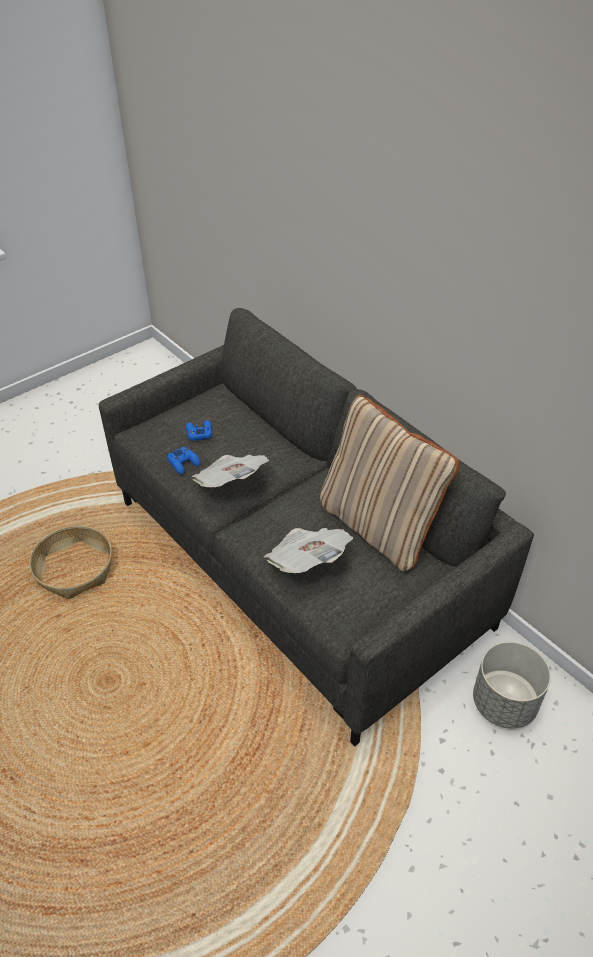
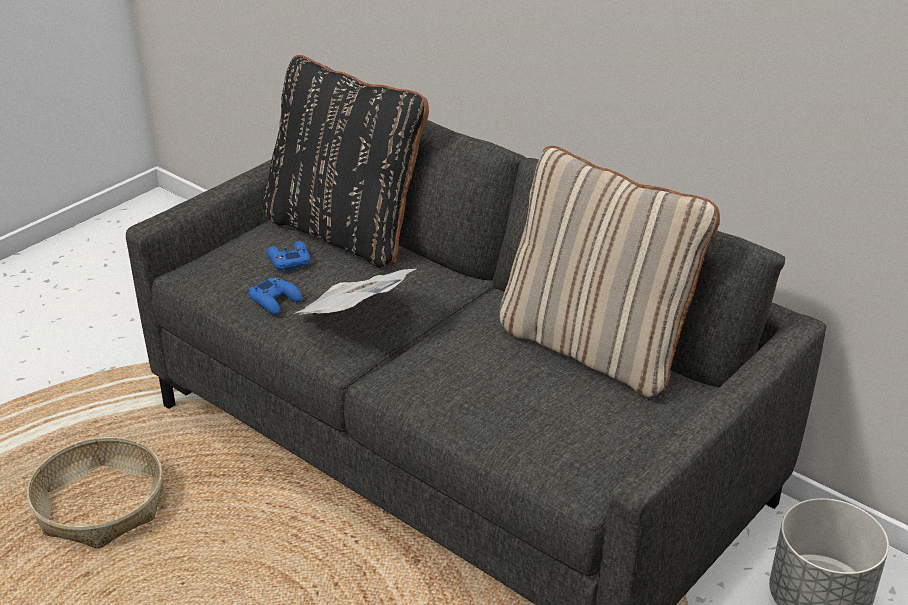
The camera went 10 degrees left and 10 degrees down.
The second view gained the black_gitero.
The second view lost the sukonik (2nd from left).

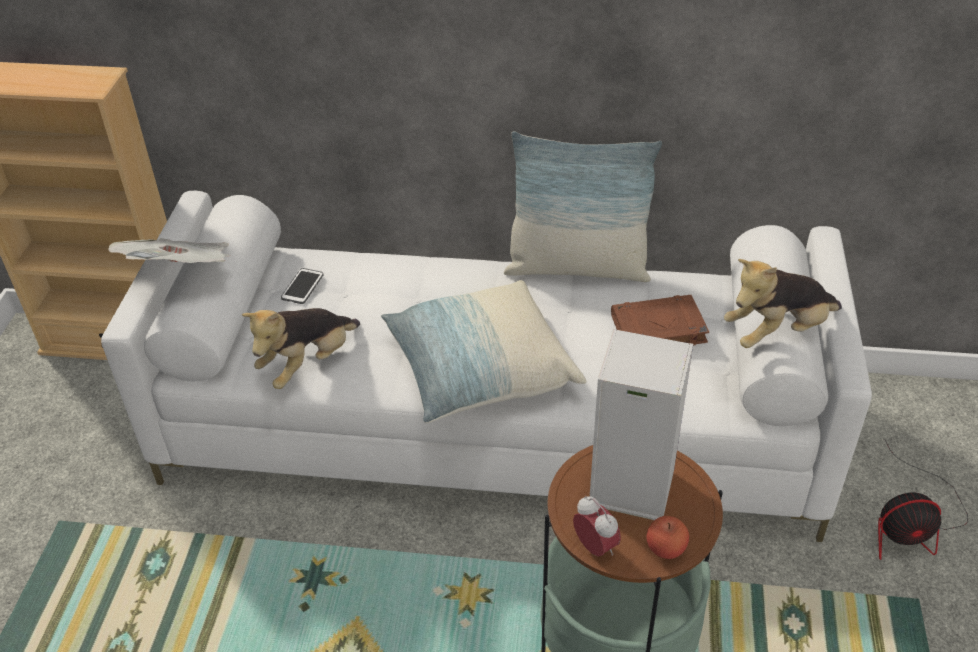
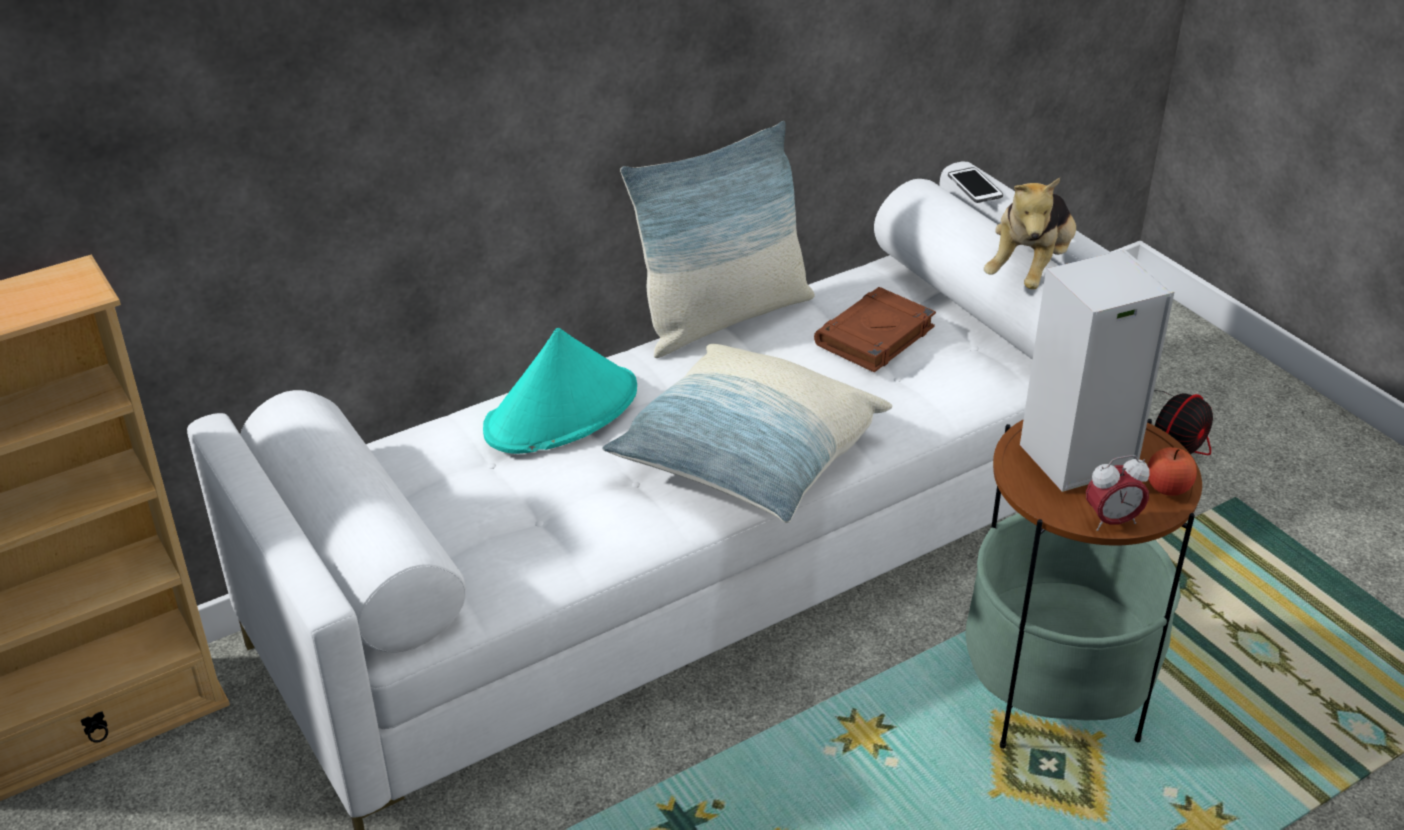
The camera went 40 degrees left and 5 degrees down.
The second view gained the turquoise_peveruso.
The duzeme ended up elsewhere.
The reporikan ended up facing another way, 150 degrees clockwise from before.
The second view lost the sukonik.
The second view lost the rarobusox (1st from left).

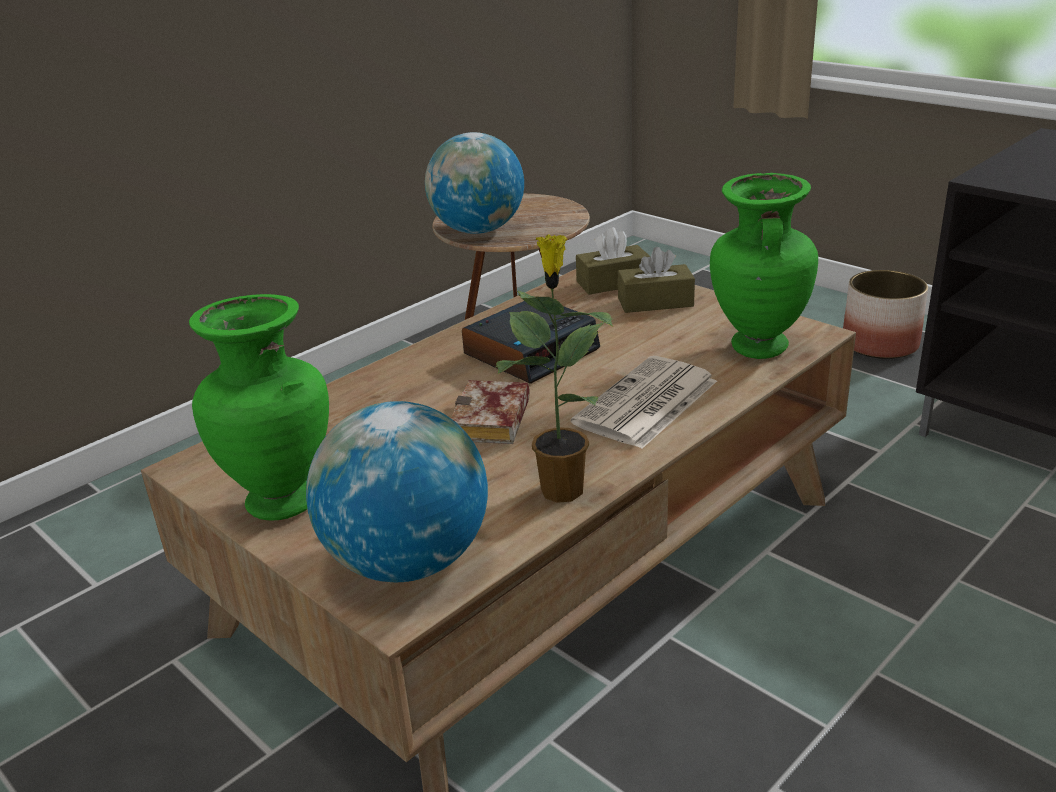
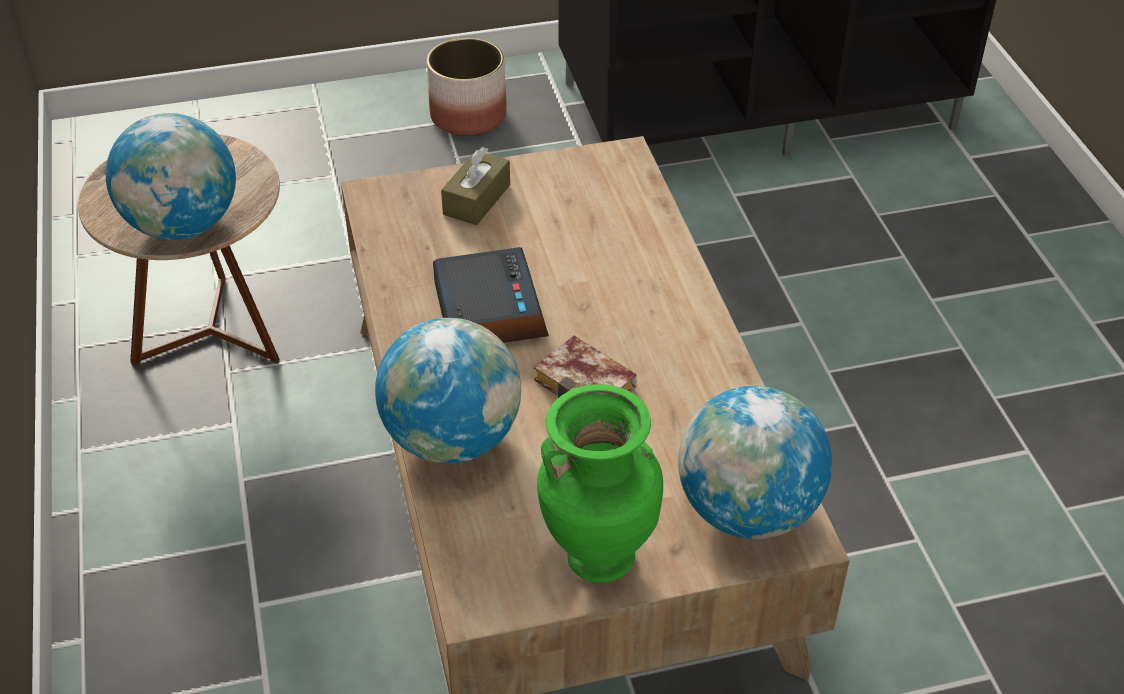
The camera went 60 degrees left and 15 degrees up.
The second view gained the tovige (2nd from left).
The second view lost the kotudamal.
The second view lost the sukonik.
The second view lost the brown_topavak (1st from left).
The second view lost the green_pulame (2nd from left).

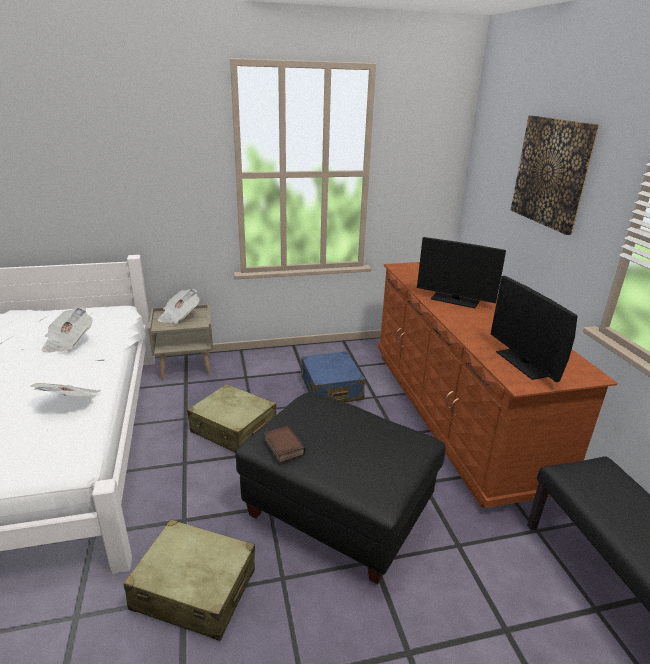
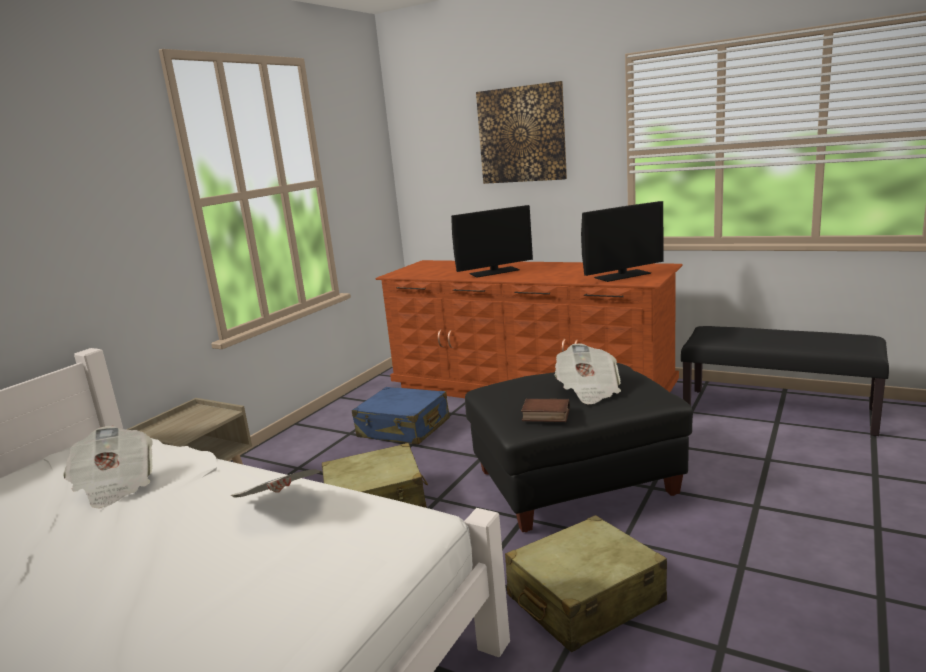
The camera went 45 degrees left and 10 degrees down.
The sukonik (3rd from left) ended up elsewhere.
The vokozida (2nd from left) ended up facing another way, 45 degrees counterclockwise from before.

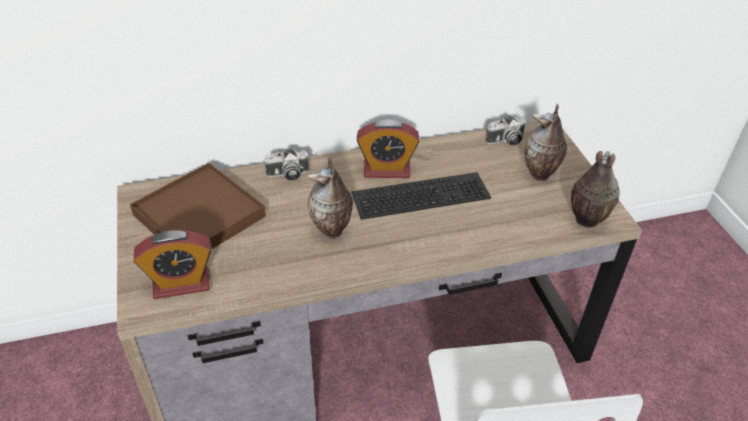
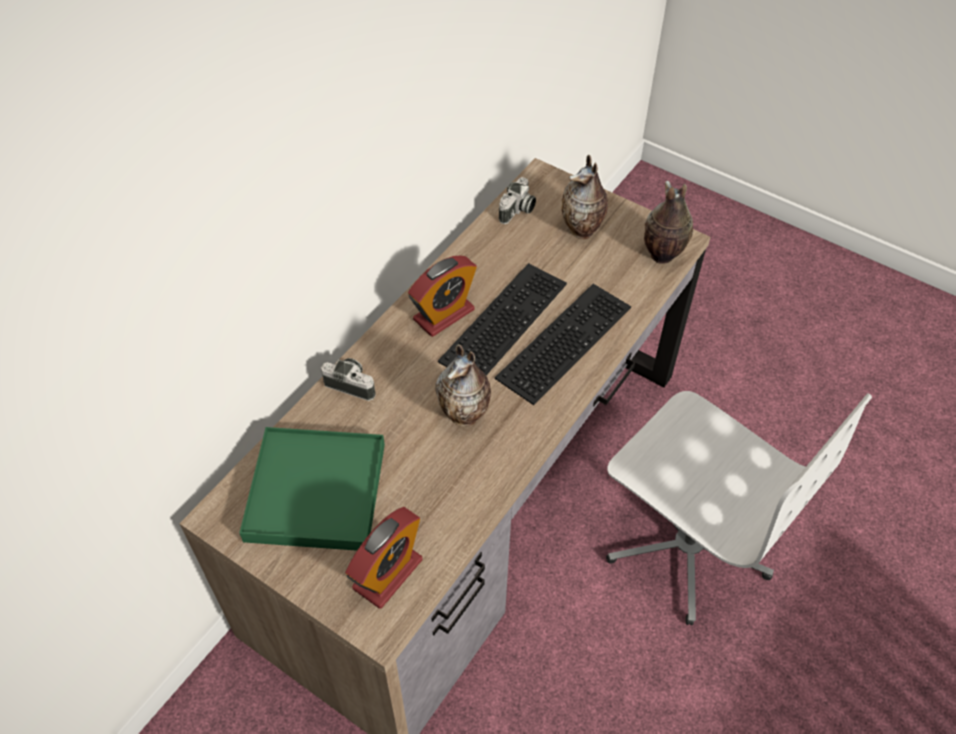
The camera went 40 degrees left and 10 degrees up.
What was the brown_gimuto turned into the green_gimuto.
The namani (1st from left) ended up facing another way, 105 degrees counterclockwise from before.
The second view gained the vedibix (2nd from left).

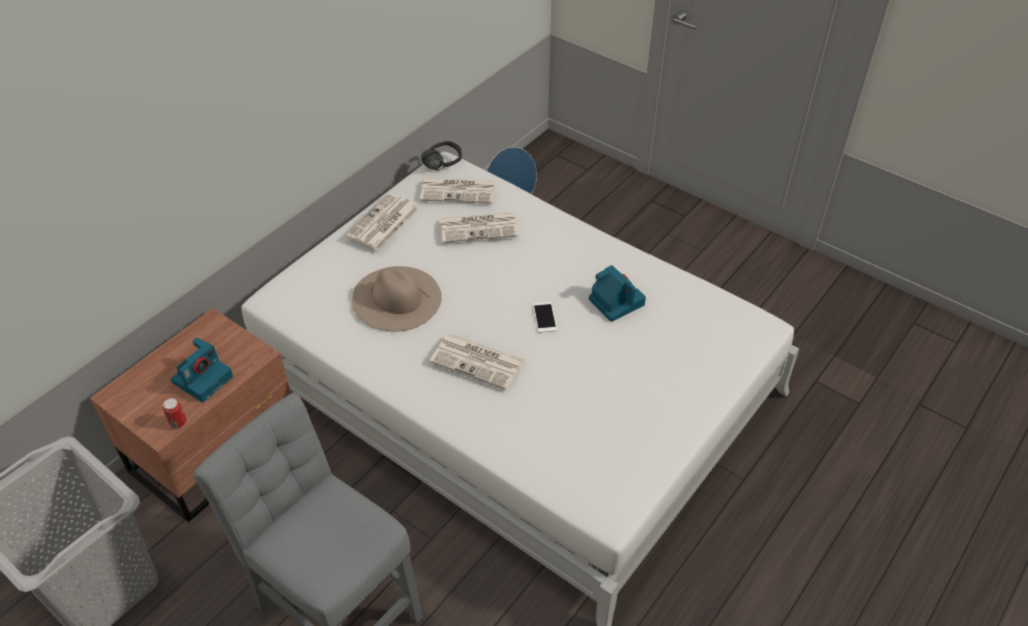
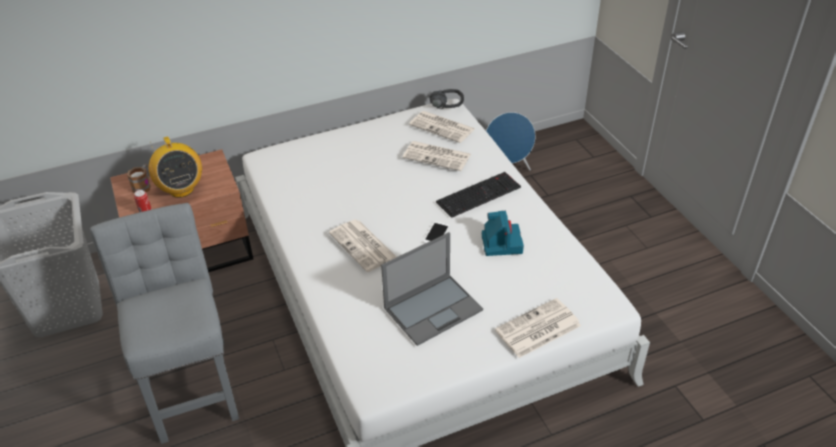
The camera went 30 degrees right and 5 degrees down.
The second view gained the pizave.
Where the namani (1st from left) stood, the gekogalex came to stand.
The second view gained the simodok.
The second view gained the vedibix.
The sukonik (1st from left in the first image) ended up elsewhere.
The second view lost the beige_peveruso.

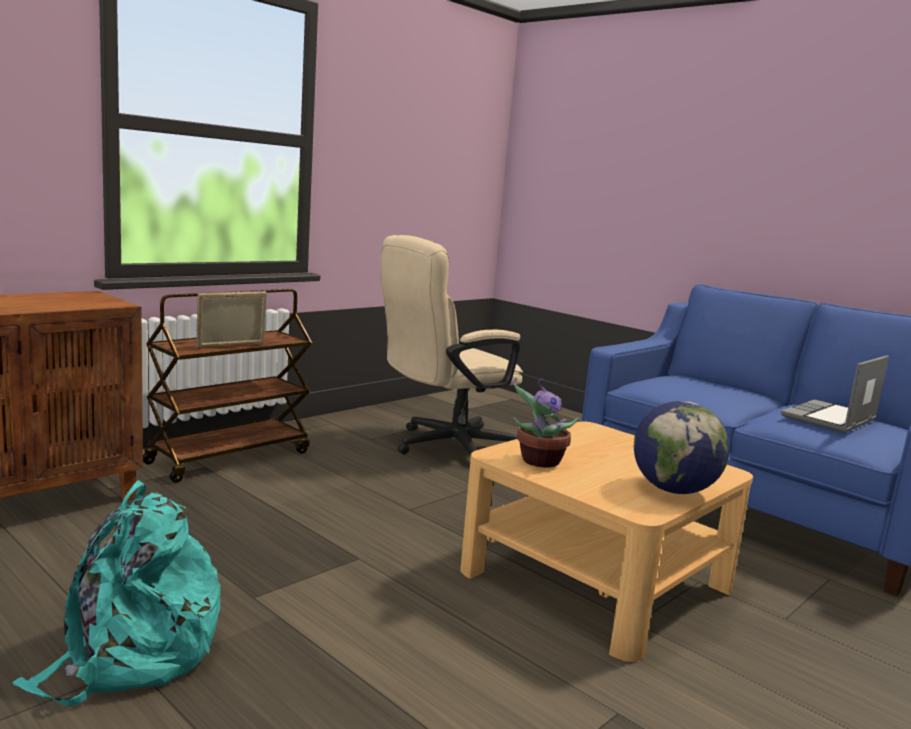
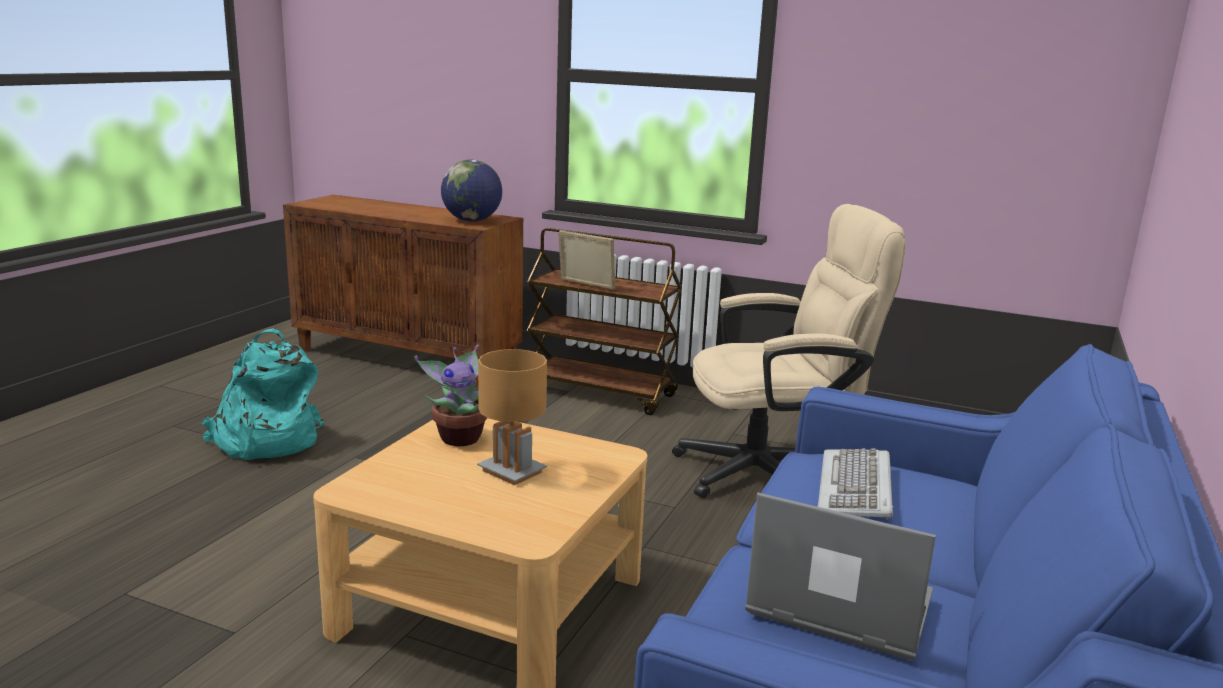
The camera went 70 degrees right and 5 degrees up.
The tovige ended up elsewhere.
The second view gained the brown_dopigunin.
The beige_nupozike ended up facing another way, 135 degrees clockwise from before.
The second view gained the vedibix.

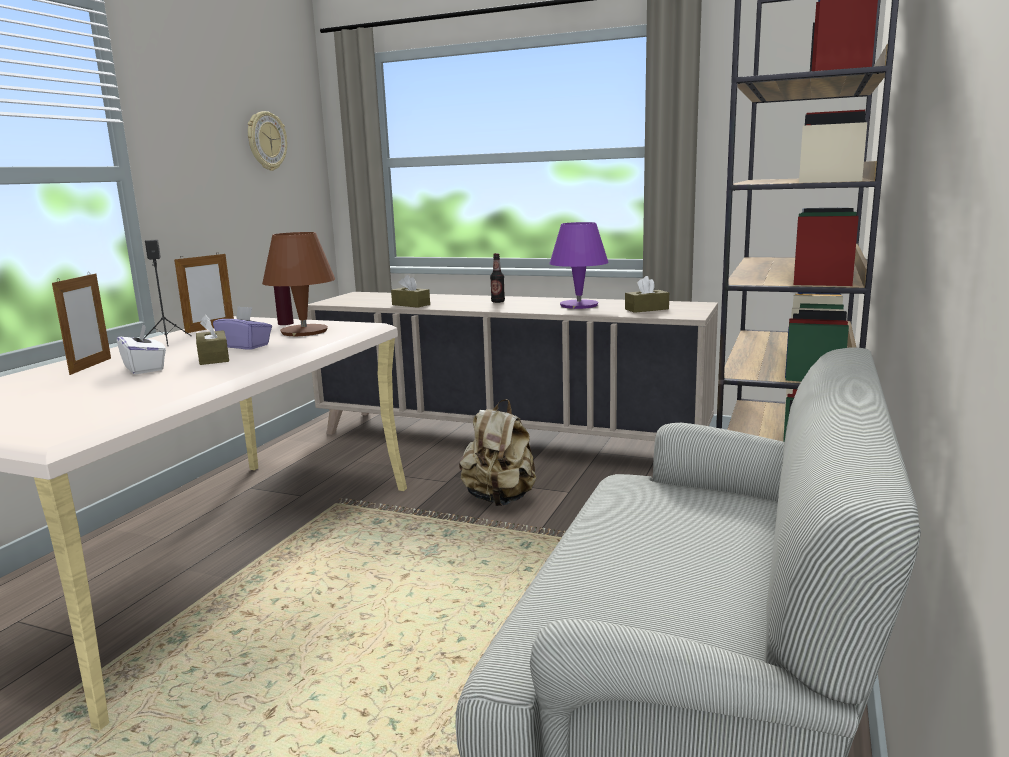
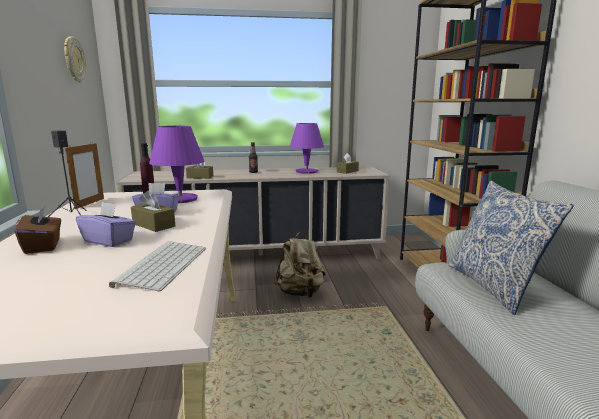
The camera went 30 degrees left and 0 degrees up.
Where the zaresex (1st from left) stood, the brown_topavak (1st from left) came to stand.
What was the white_topavak turned into the purple_topavak (1st from left).
The second view gained the vedibix.
What was the brown_dopigunin turned into the purple_dopigunin (1st from left).
The second view gained the gitero.

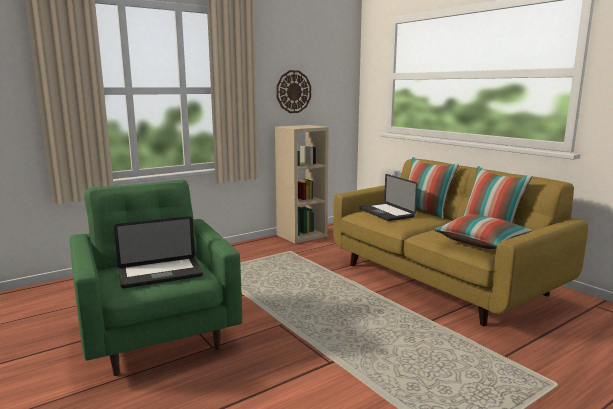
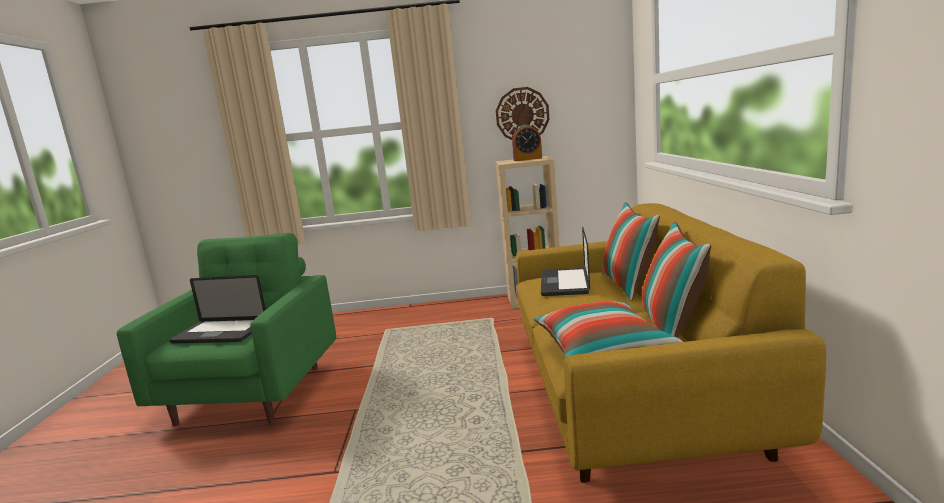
The camera went 35 degrees right and 0 degrees up.
The second view gained the reporikan.

